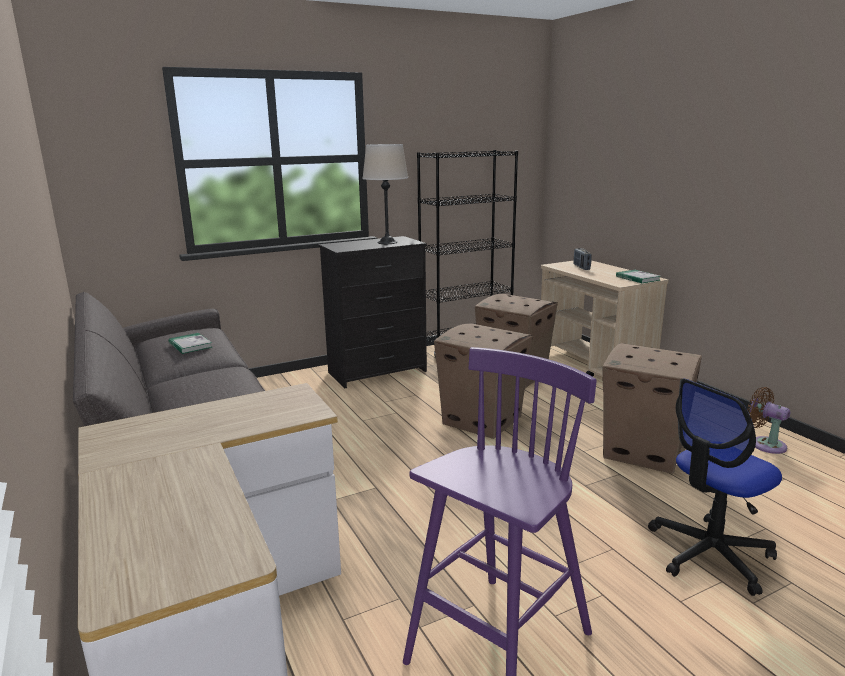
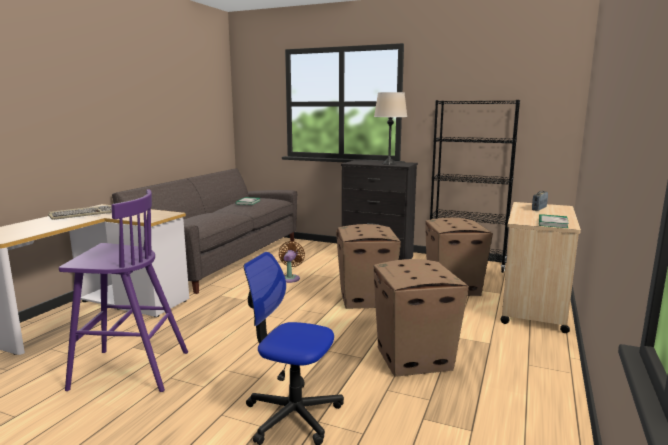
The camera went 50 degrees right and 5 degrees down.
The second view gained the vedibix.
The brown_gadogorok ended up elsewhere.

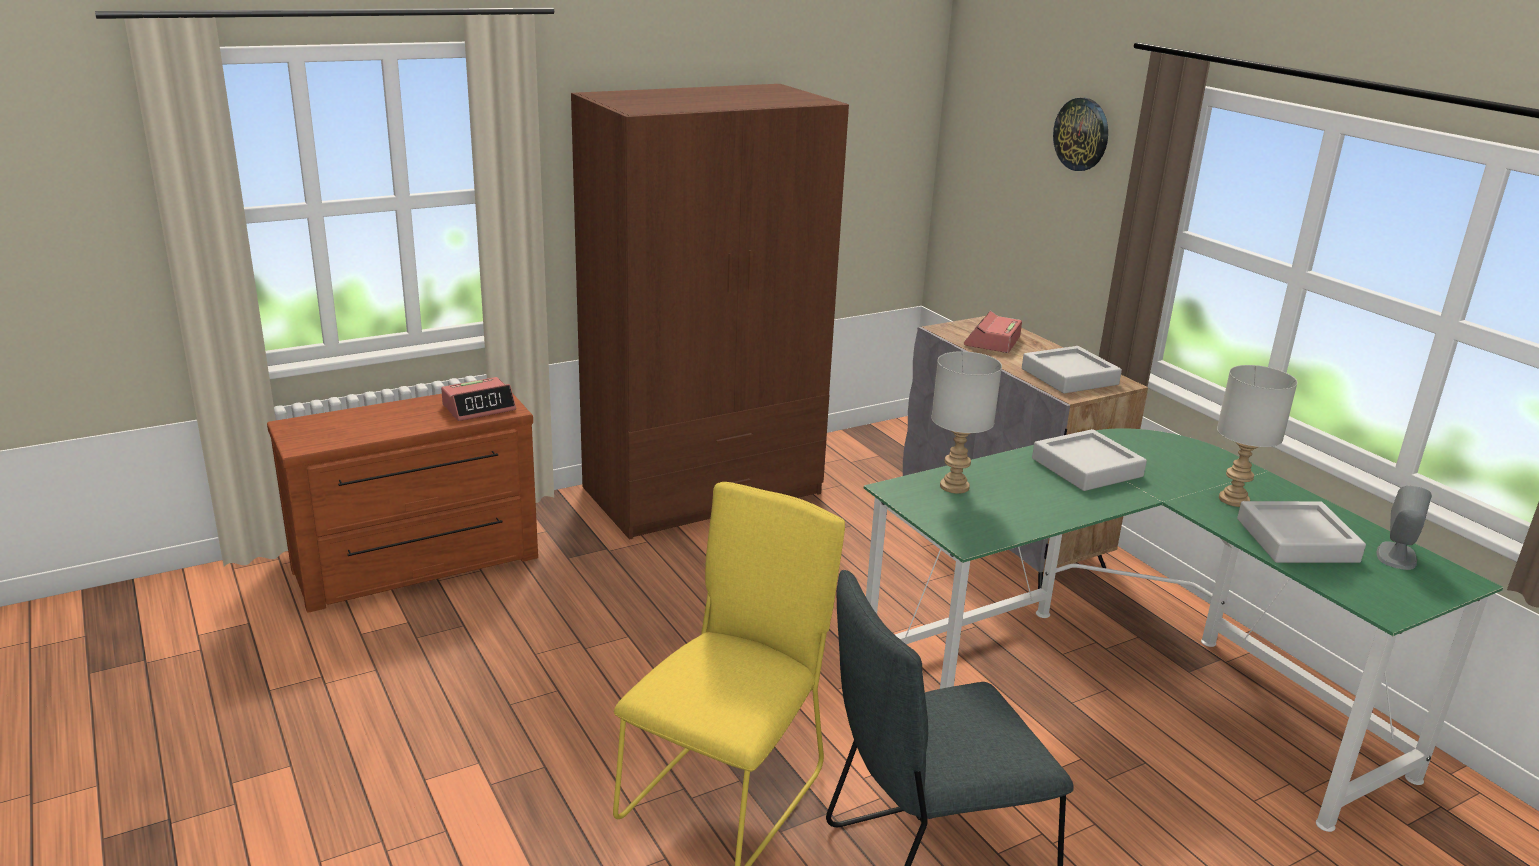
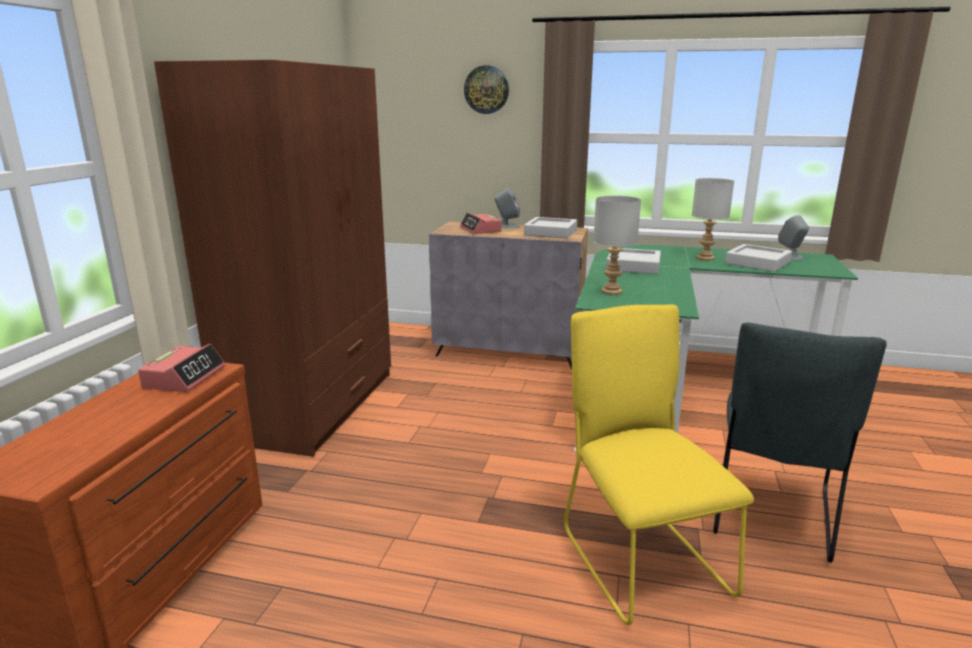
The camera went 45 degrees left and 5 degrees down.
The second view gained the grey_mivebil (1st from left).

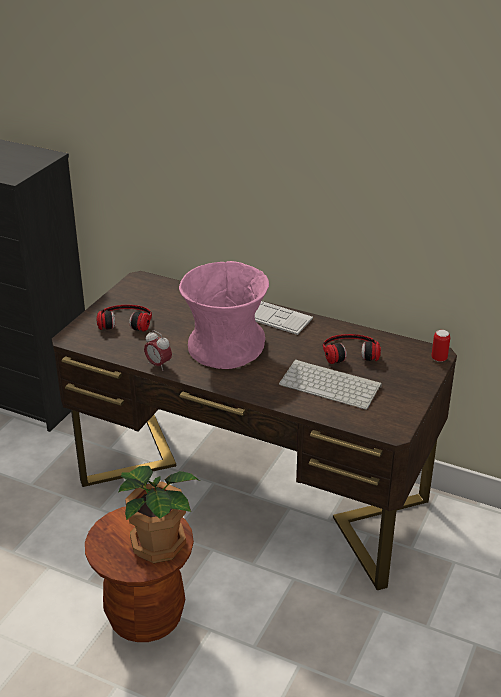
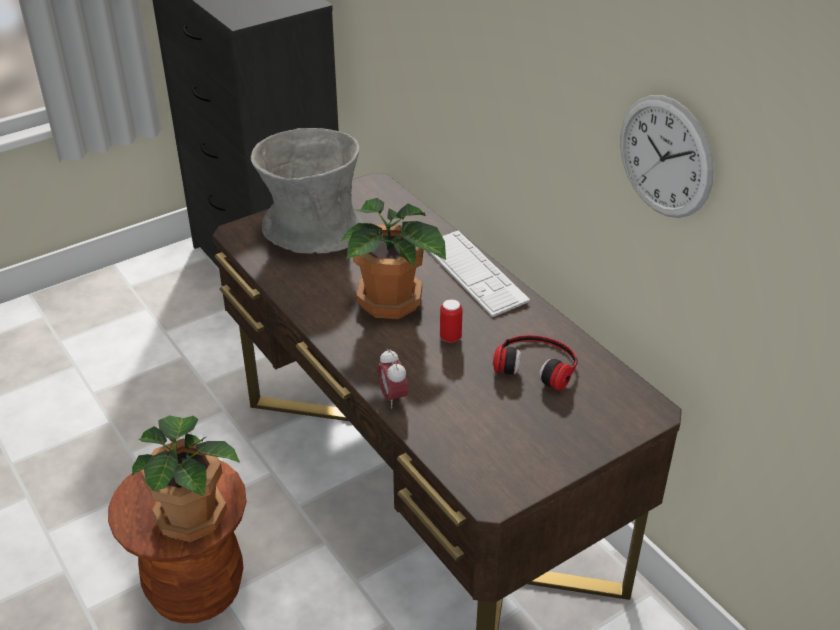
The camera went 30 degrees right and 5 degrees up.
Where the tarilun (1st from left) stood, the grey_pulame came to stand.
Where the pink_pulame stood, the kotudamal (2nd from left) came to stand.
The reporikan ended up elsewhere.
The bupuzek ended up elsewhere.
The second view gained the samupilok.
The second view lost the vedibix (2nd from left).

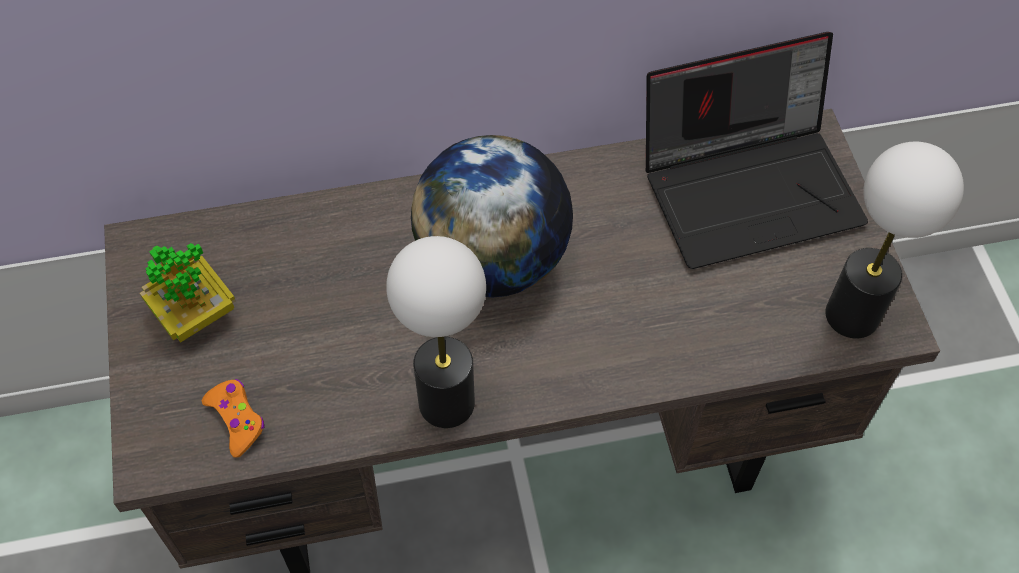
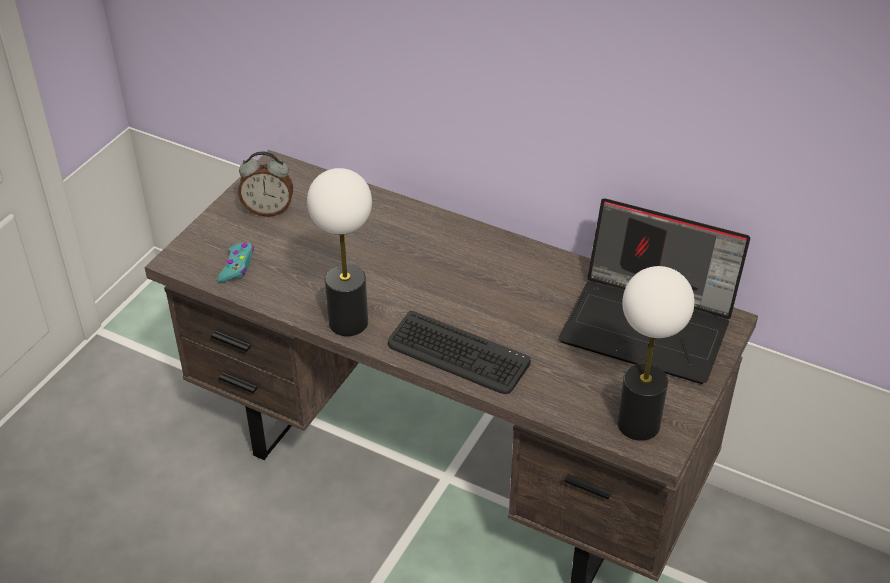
The camera went 40 degrees right and 15 degrees down.
What was the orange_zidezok turned into the turquoise_zidezok.
Where the kotudamal stood, the reporikan came to stand.
The second view gained the vedibix.
The second view lost the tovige.

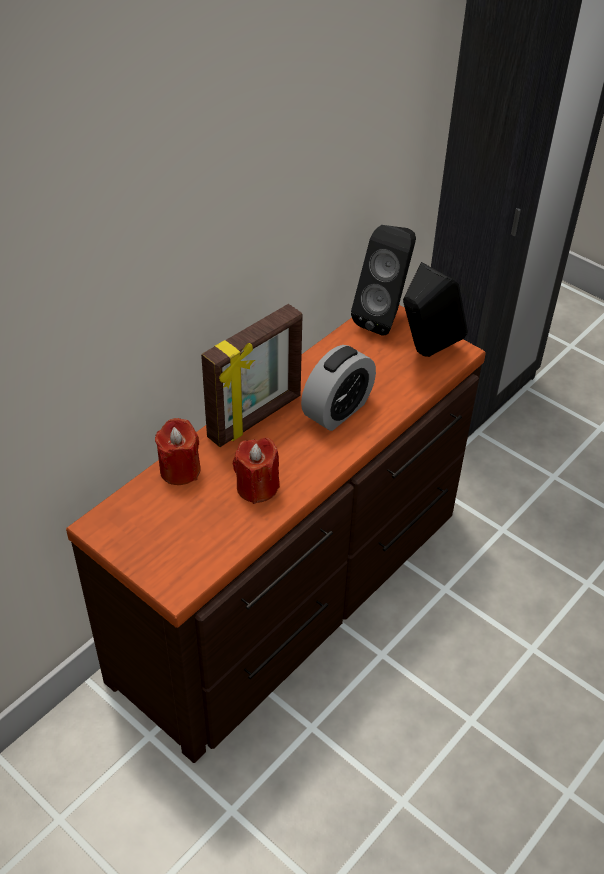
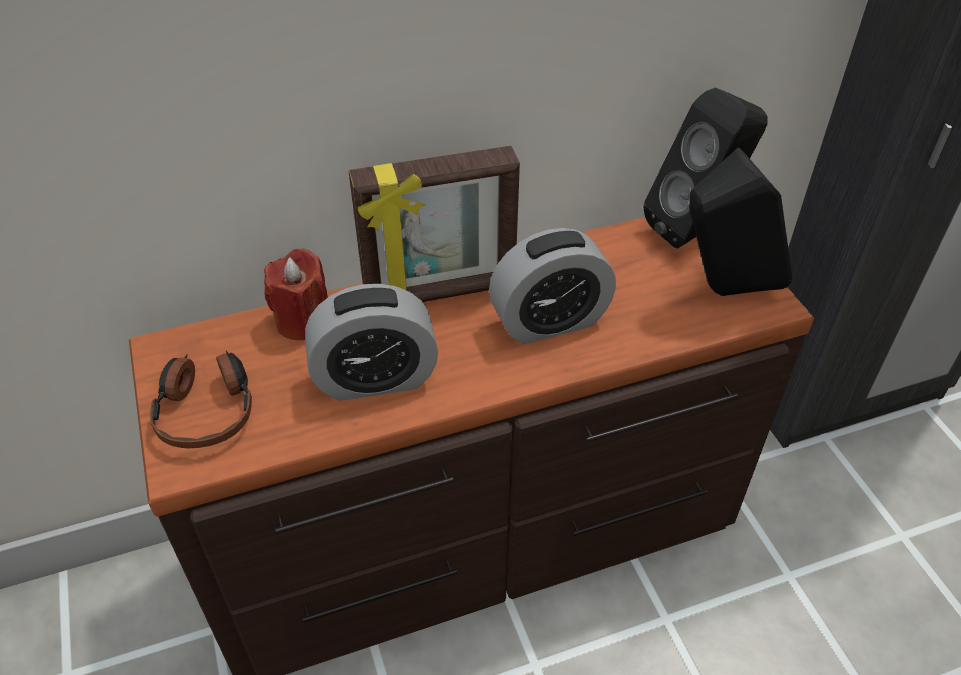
The camera went 30 degrees right and 0 degrees up.
The second view gained the tarilun.
Where the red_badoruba (2nd from left) stood, the reporikan (1st from left) came to stand.

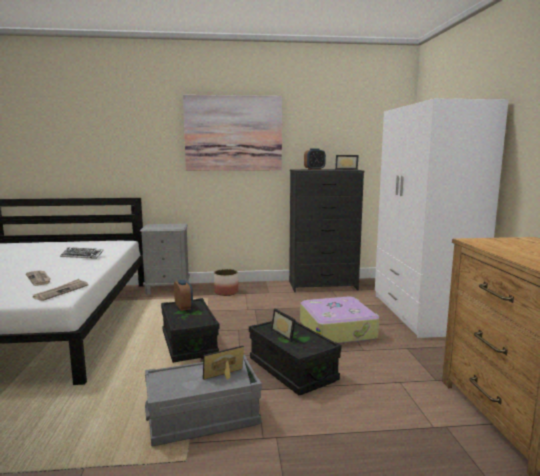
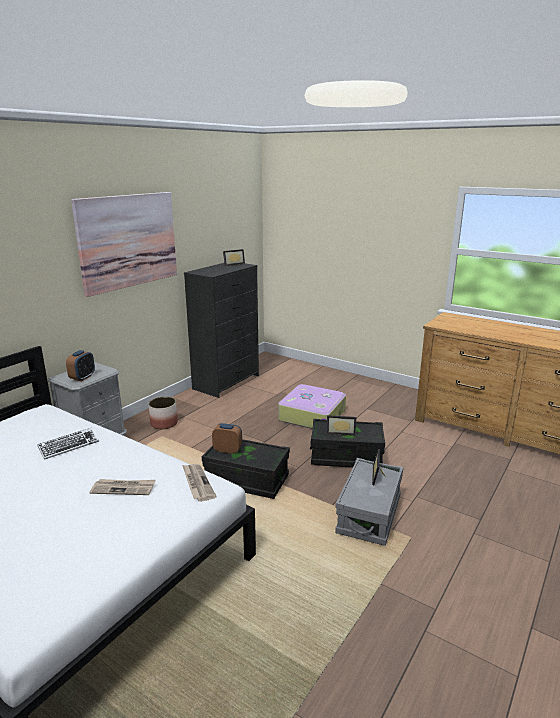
The camera went 50 degrees left and 10 degrees up.
The reporikan (2nd from left in the first image) ended up elsewhere.
The second view lost the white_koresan.

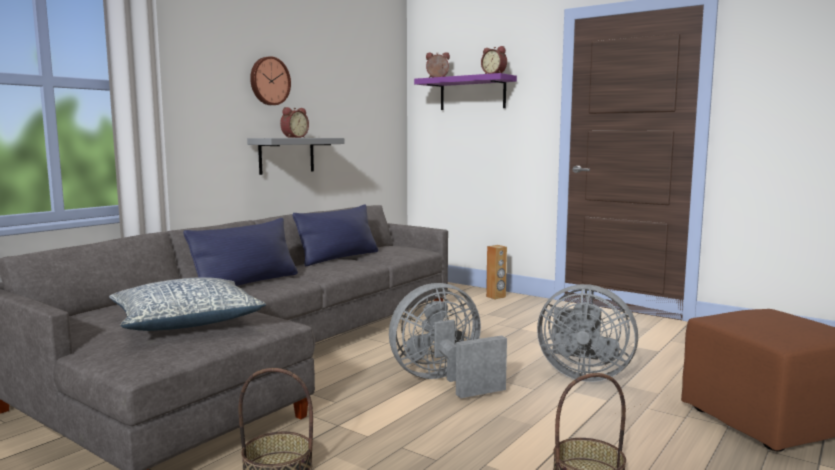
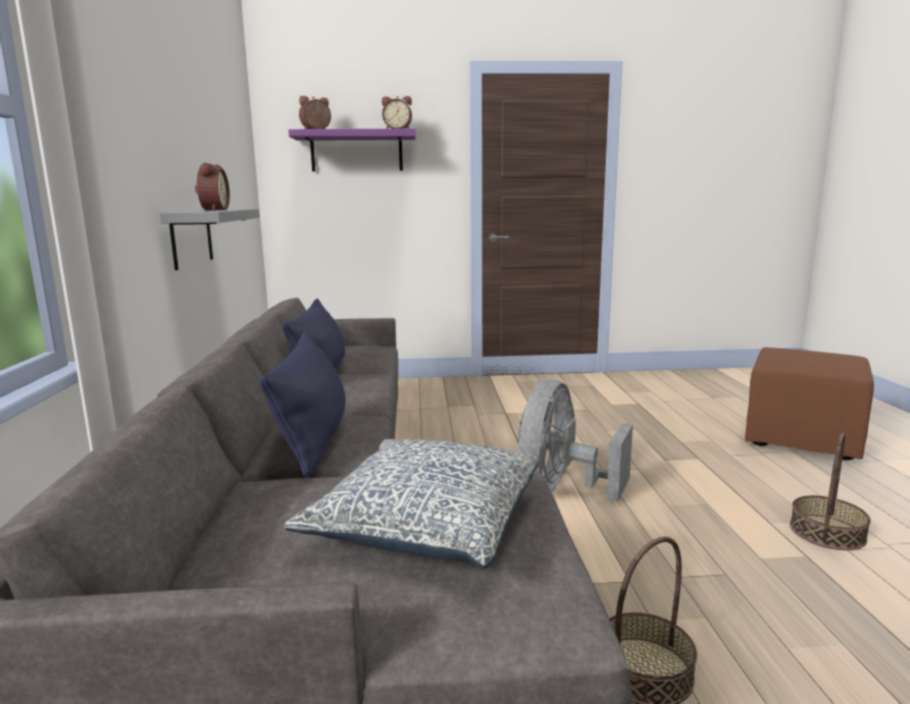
The camera went 40 degrees left and 5 degrees up.
The second view lost the samupilok.
The second view lost the brown_mivebil.
The second view lost the grey_gadogorok (2nd from left).

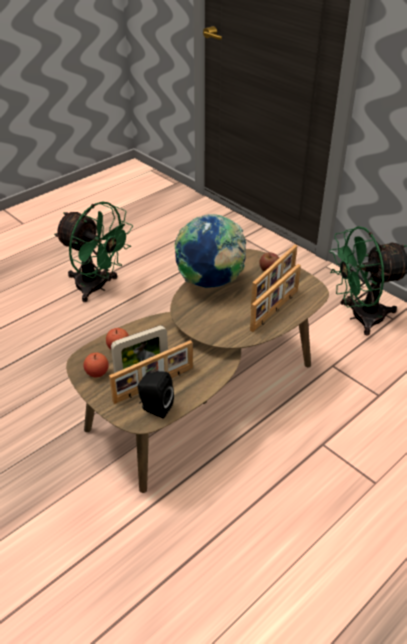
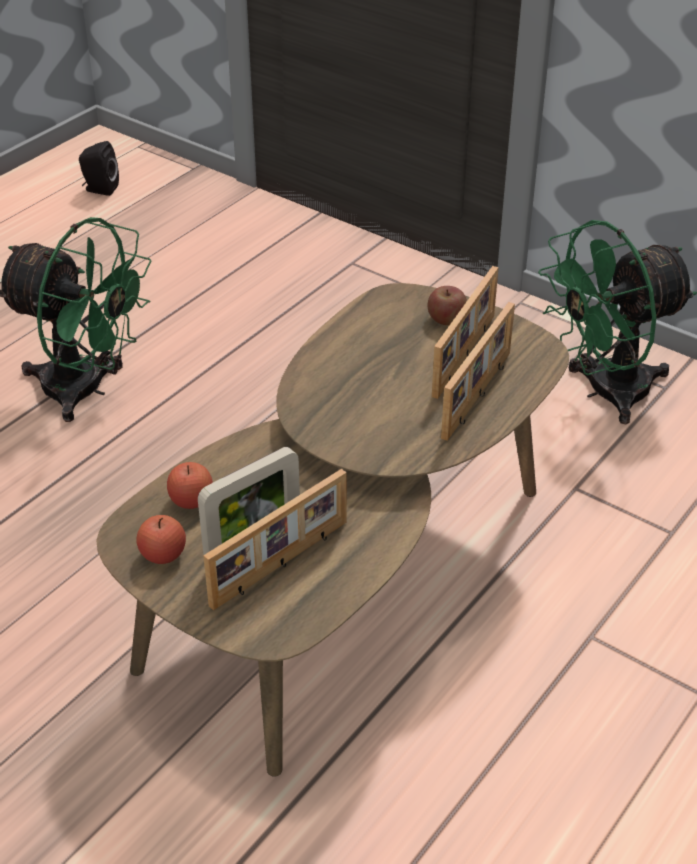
The camera went 10 degrees left and 0 degrees up.
The black_mivebil ended up elsewhere.
The second view lost the tovige.

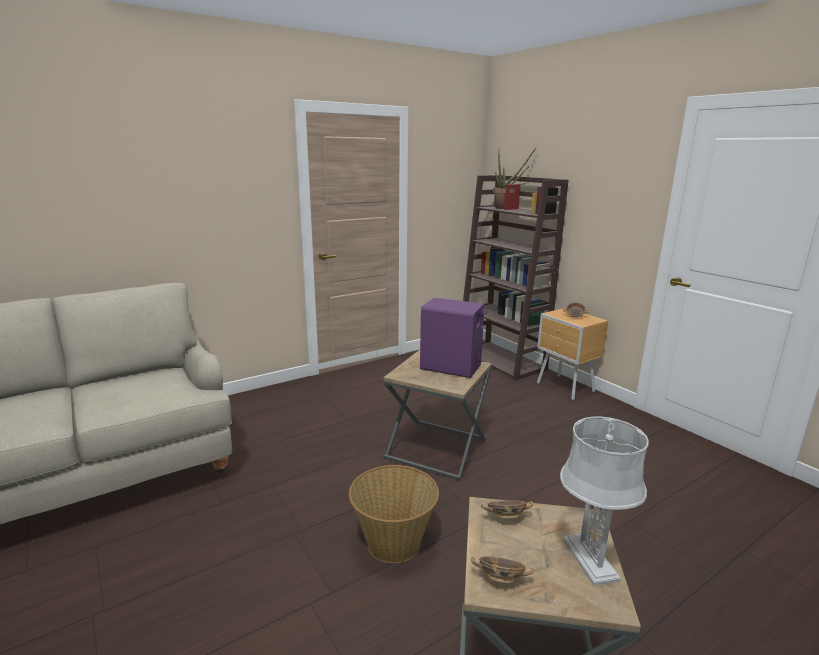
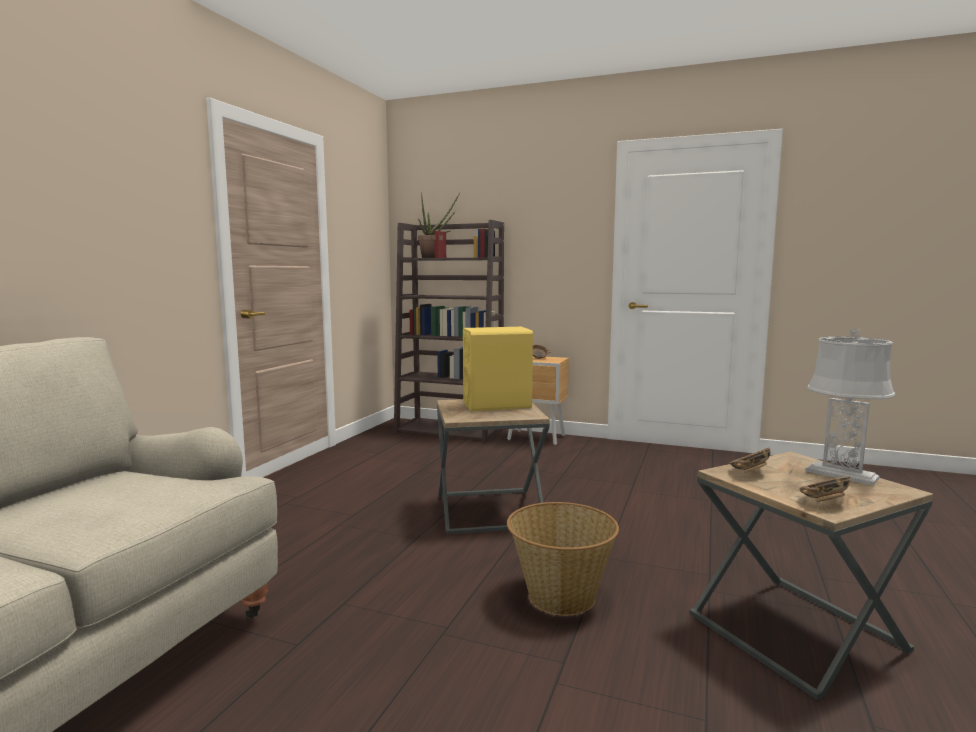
The camera went 35 degrees left and 10 degrees down.
What was the purple_mivebil turned into the yellow_mivebil.

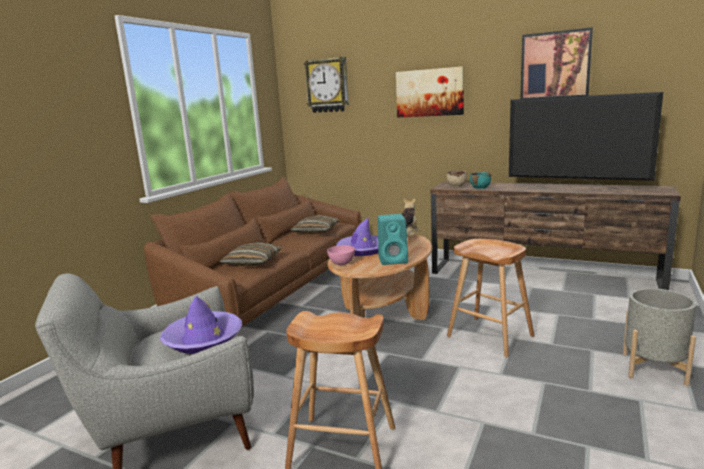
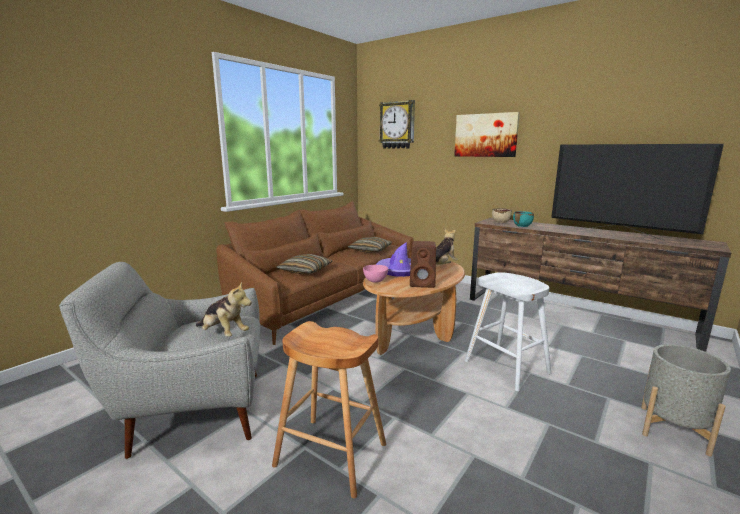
The camera went 10 degrees right and 0 degrees up.
Where the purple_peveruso (1st from left) stood, the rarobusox (1st from left) came to stand.
What was the turquoise_mivebil turned into the brown_mivebil.
What was the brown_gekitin (2nd from left) turned into the white_gekitin.
The second view lost the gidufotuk (2nd from left).

